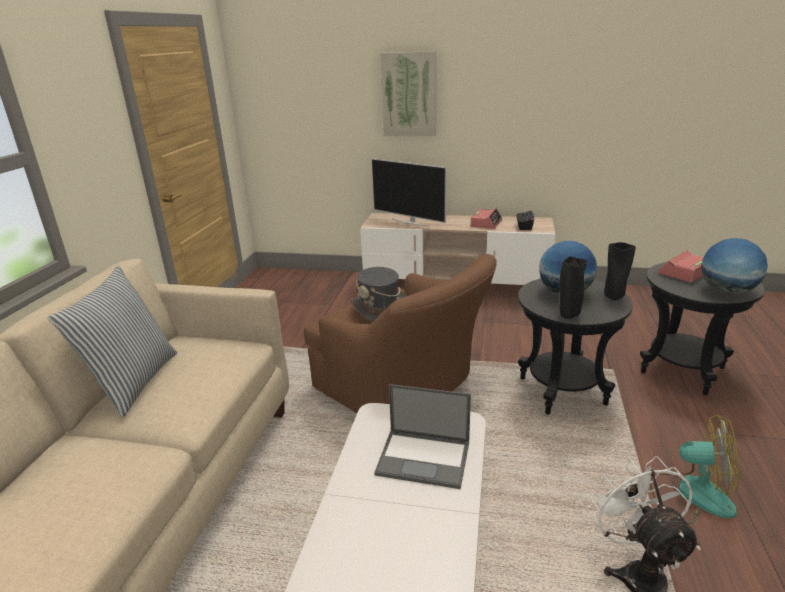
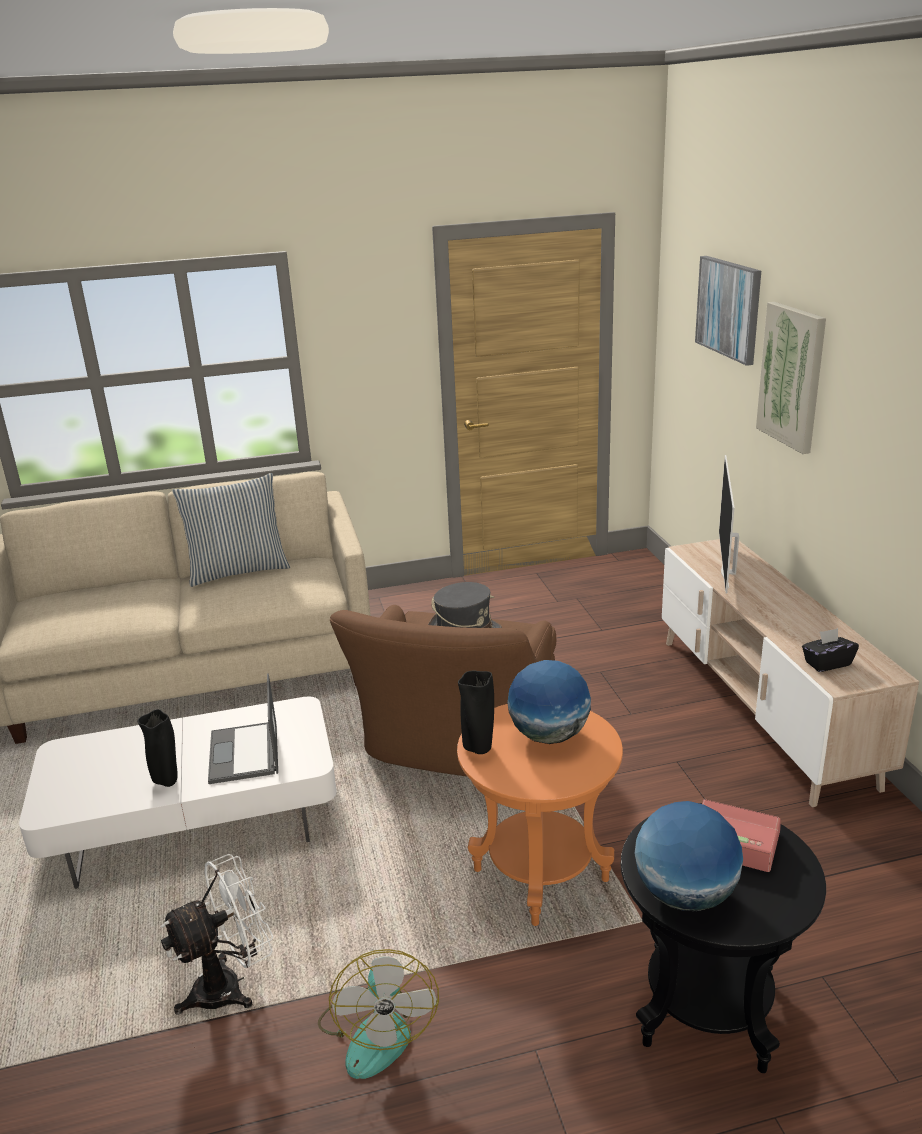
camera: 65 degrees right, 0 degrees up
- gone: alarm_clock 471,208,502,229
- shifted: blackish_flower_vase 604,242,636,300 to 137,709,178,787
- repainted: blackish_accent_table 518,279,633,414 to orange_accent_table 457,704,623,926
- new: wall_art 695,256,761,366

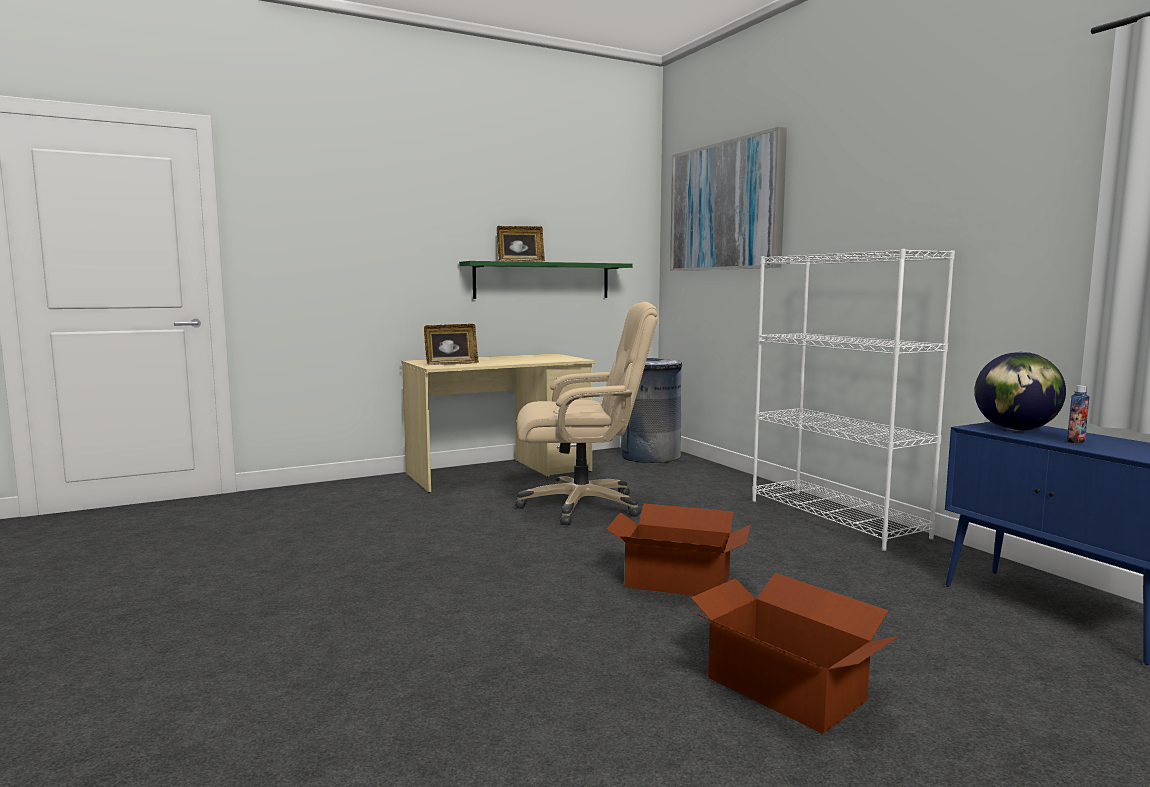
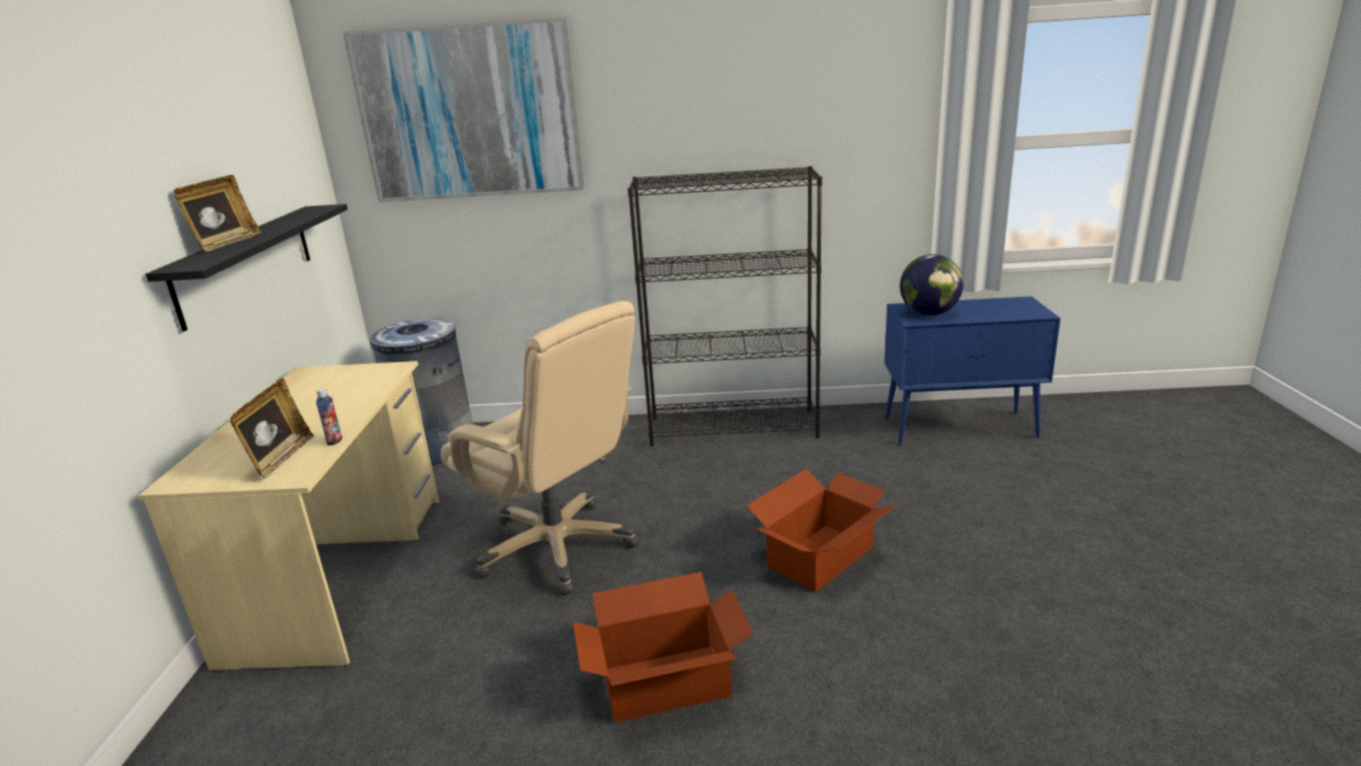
camera: 60 degrees left, 15 degrees up
- repainted: white_bookcase 752,249,955,551 to blackish_bookcase 628,166,822,446
- repainted: green-coloured_bracket_shelf 459,261,632,299 to blackish_bracket_shelf 145,204,348,332
- rotated: sand-coloured_desk_chair 515,302,658,525 = 441,301,638,595 105 degrees clockwise
- shifted: beverage_bottle 1067,385,1090,443 to 316,388,342,446
- shifted: cardboard_box 690,573,899,734 to 573,572,753,723

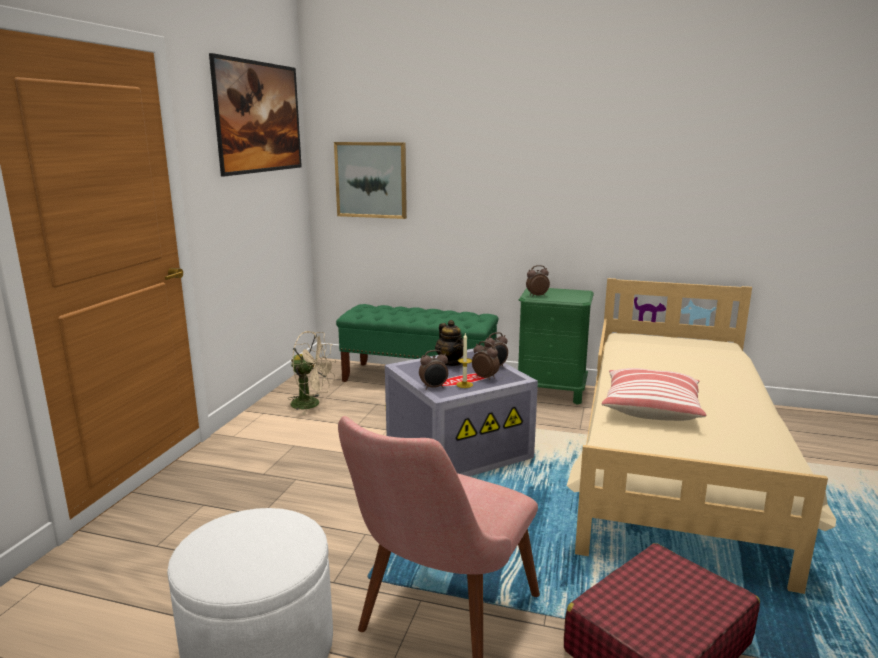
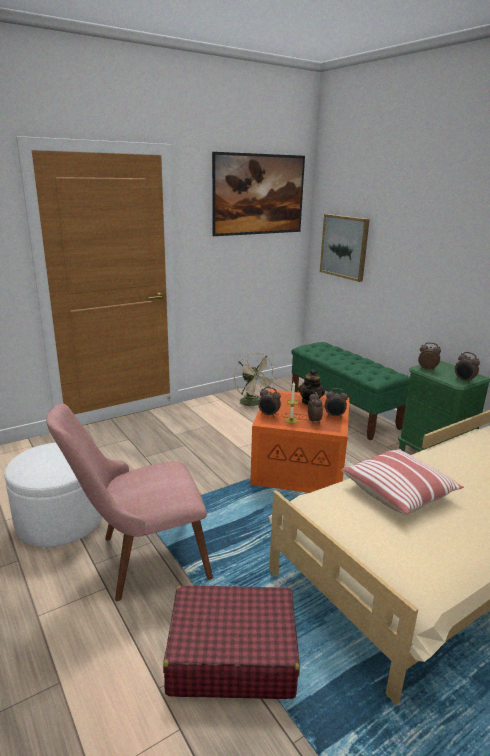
camera: 40 degrees right, 5 degrees up
- repainted: greyish_storage_container 385,348,538,476 to orange_storage_container 250,389,349,493
- new: alarm_clock 455,352,480,383

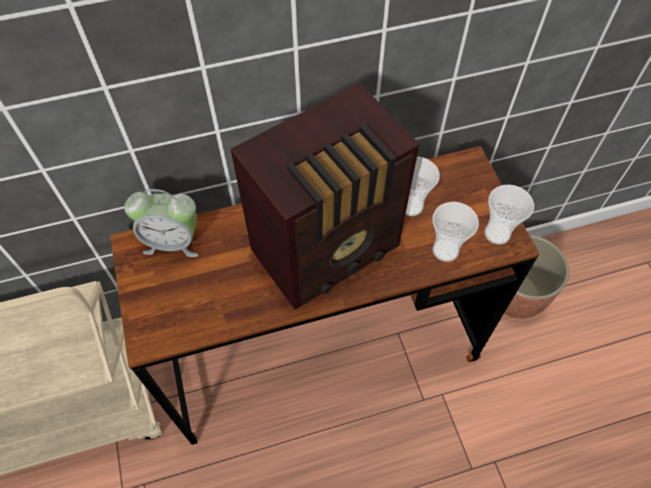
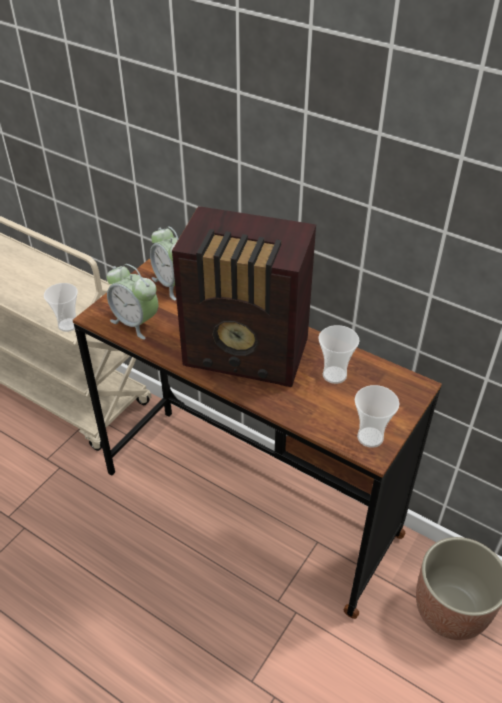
camera: 50 degrees right, 15 degrees down
- shifted: drinking_cup 432,202,479,262 to 44,283,78,332
- new: alarm_clock 107,264,158,340

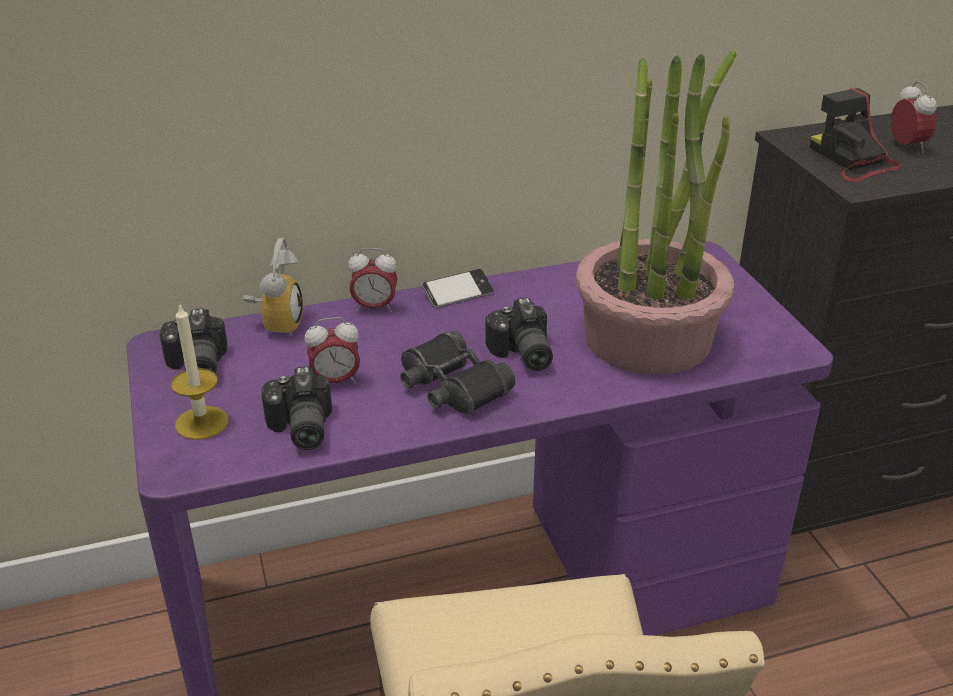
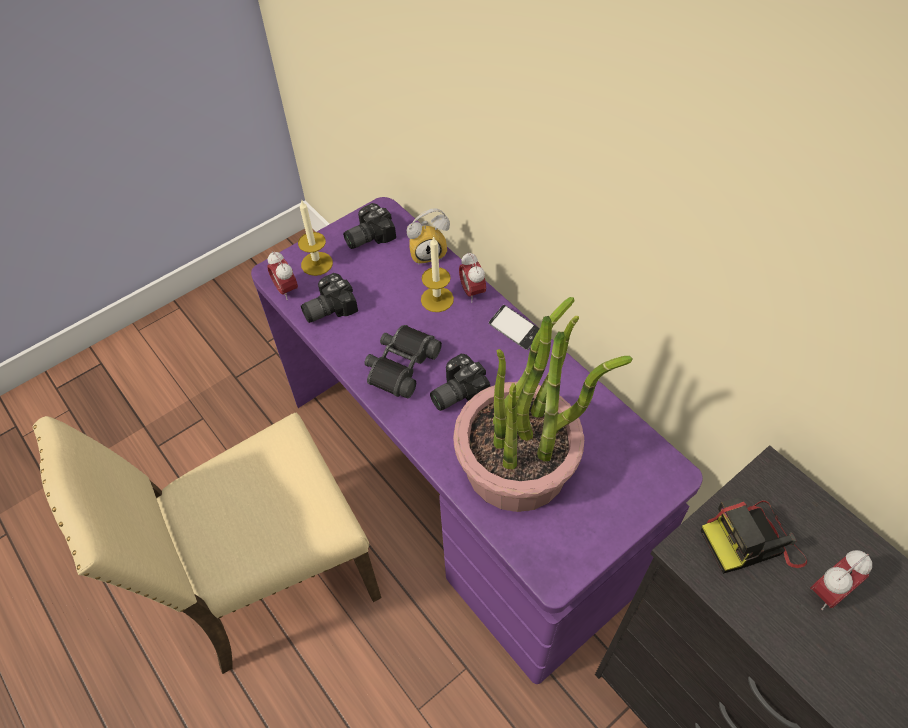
camera: 70 degrees right, 20 degrees up
- rotated: photo_camera 810,88,901,182 = 701,498,807,574 150 degrees counterclockwise
- shifted: alarm_clock 305,317,360,384 to 267,251,298,300
- new: wax_light 421,236,454,312

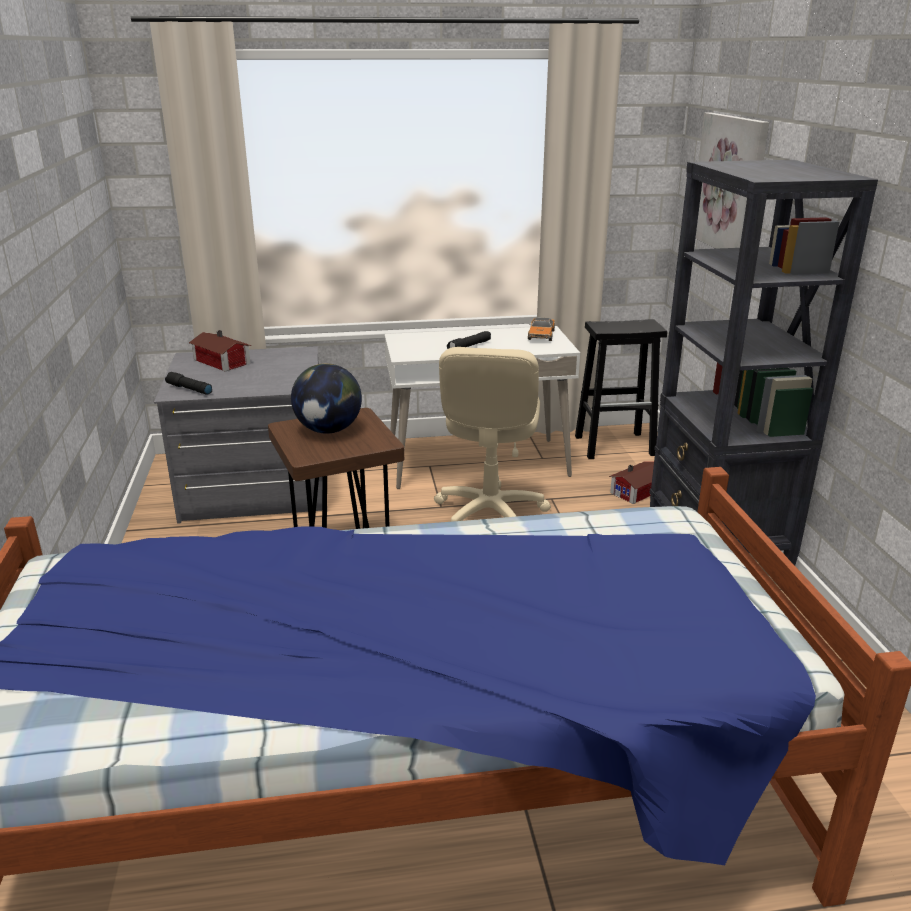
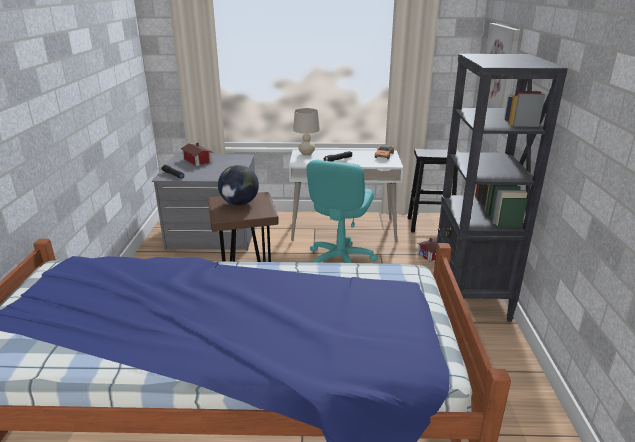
camera: 10 degrees right, 0 degrees up
- repainted: sand-coloured_desk_chair 434,347,551,522 to blue-green_desk_chair 306,160,378,263
- new: sand-coloured_tabletop_lamp 293,108,320,156

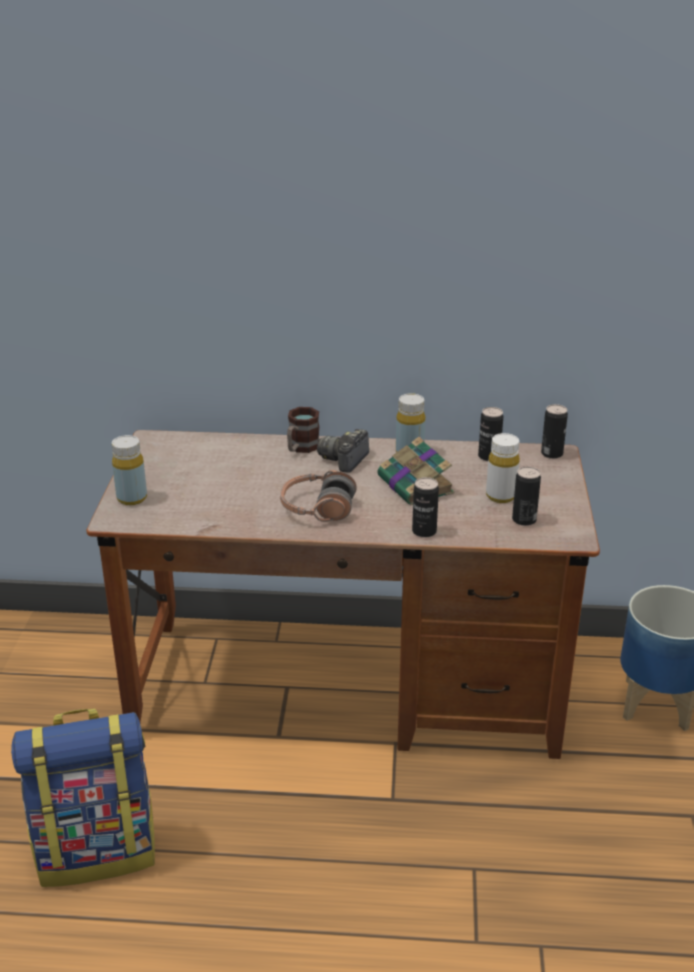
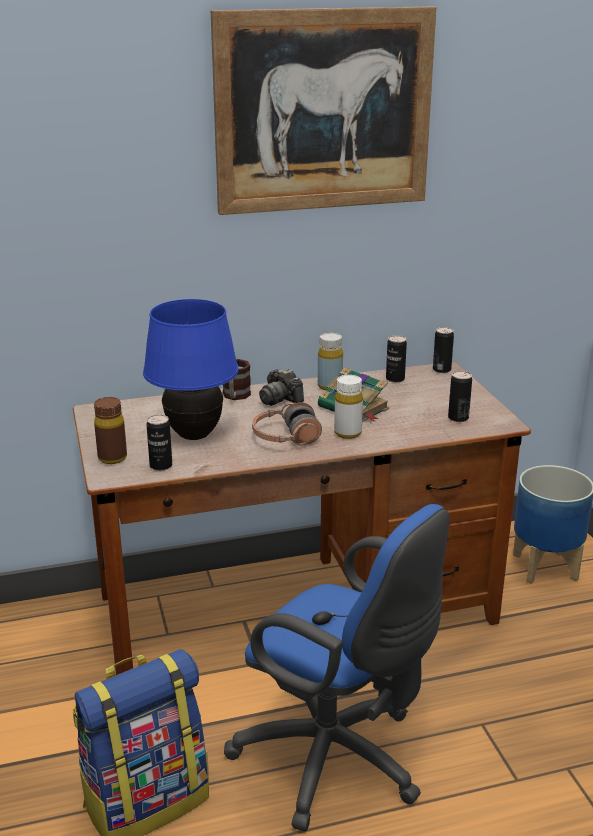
camera: 20 degrees left, 5 degrees down
- rotated: photo_camera 317,429,369,472 = 259,369,304,406 45 degrees counterclockwise
- shifted: white_beverage_bottle 486,433,520,503 to 334,375,363,439
- repainted: yellow-coloured_beverage_bottle 112,435,147,505 to brown-coloured_beverage_bottle 94,397,127,464
- shifted: can 412,477,439,538 to 146,414,172,471
- new: wall_art 211,7,436,215
- new: blue-coloured_tabletop_lamp 143,299,239,440
- new: blue-coloured_desk_chair 224,504,450,831

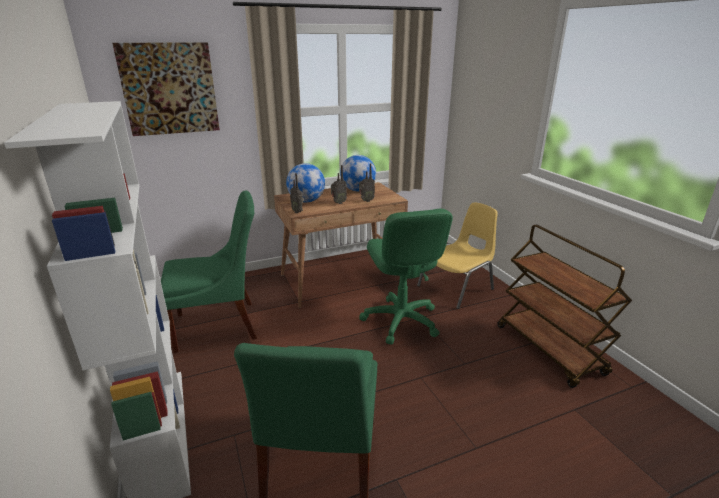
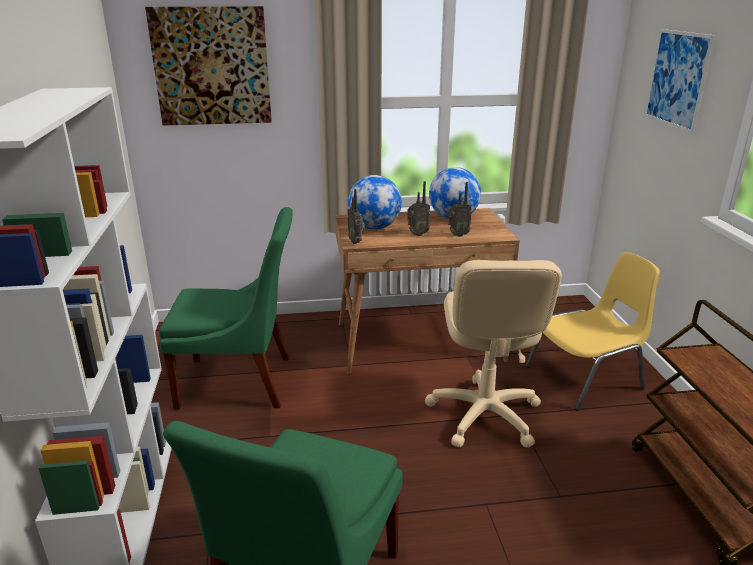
camera: 15 degrees right, 0 degrees up
- repainted: green-coloured_desk_chair 359,209,453,345 to sand-coloured_desk_chair 425,260,562,448
- new: wall_art 644,29,715,133

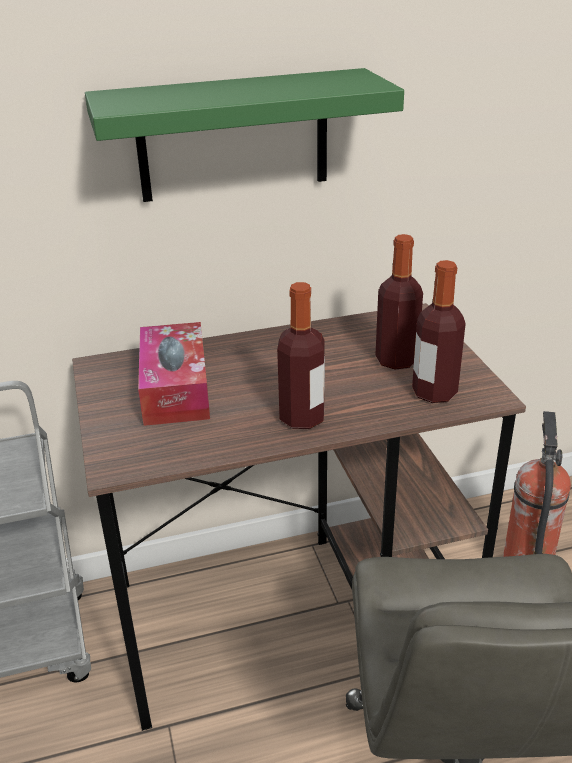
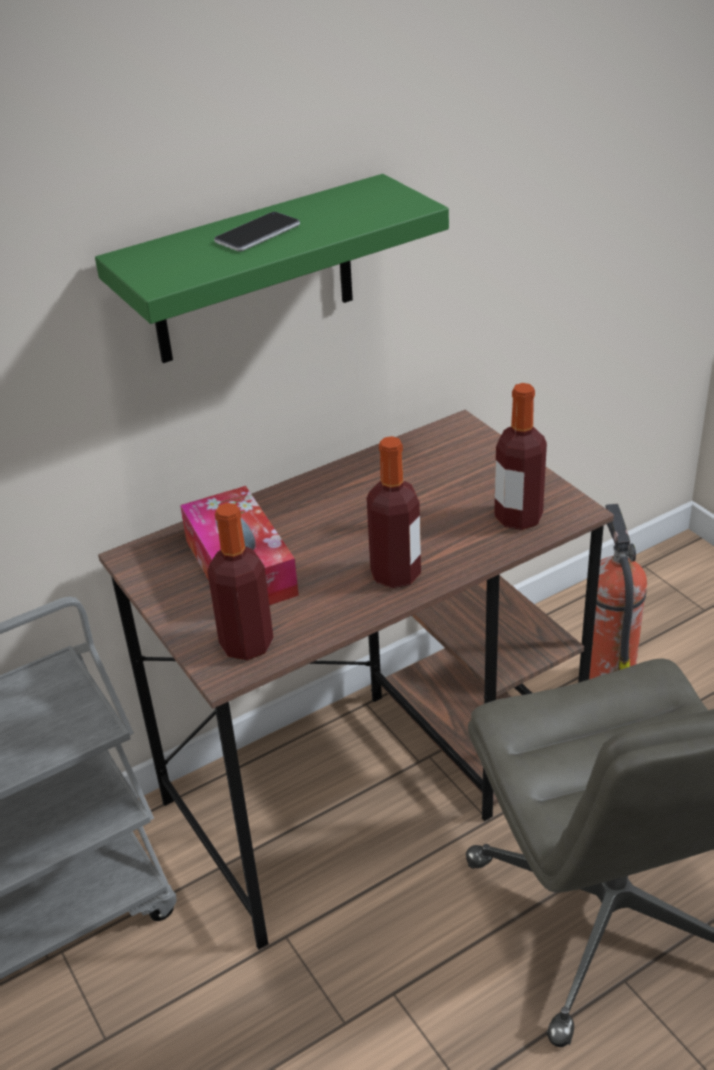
camera: 15 degrees left, 5 degrees up
- shifted: beverage_bottle 375,234,423,370 to 207,503,273,660
- new: telephone 214,212,300,251

